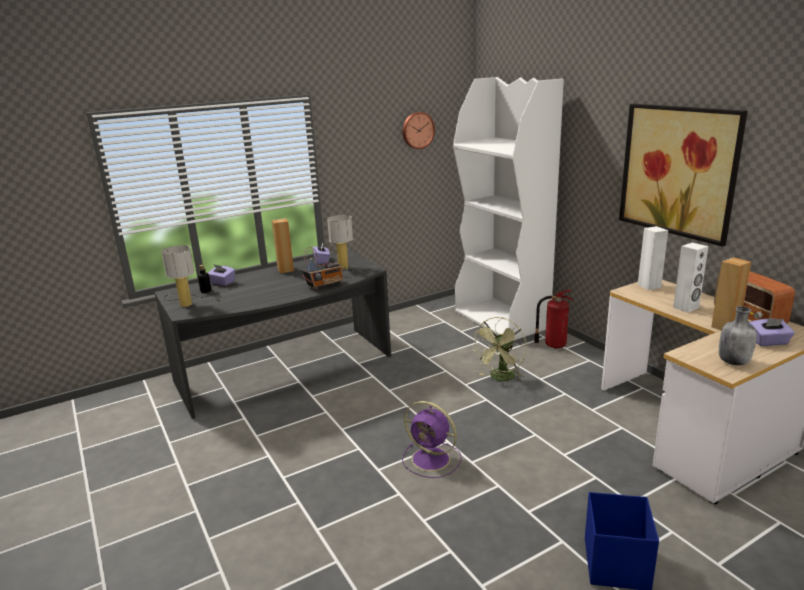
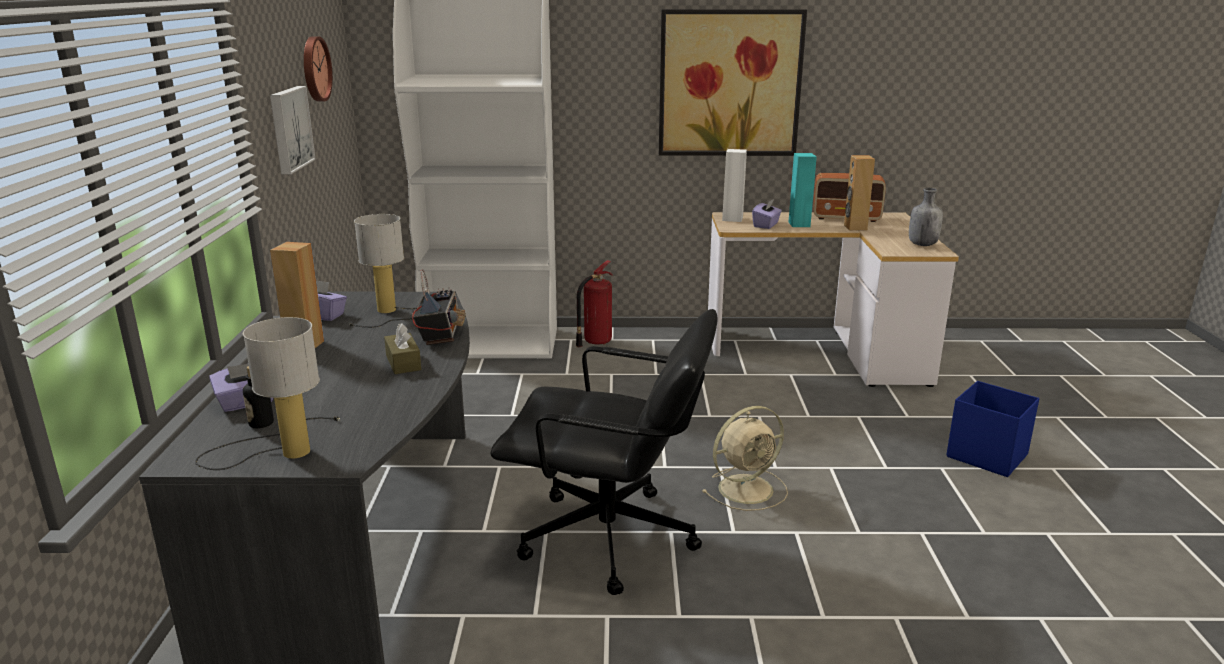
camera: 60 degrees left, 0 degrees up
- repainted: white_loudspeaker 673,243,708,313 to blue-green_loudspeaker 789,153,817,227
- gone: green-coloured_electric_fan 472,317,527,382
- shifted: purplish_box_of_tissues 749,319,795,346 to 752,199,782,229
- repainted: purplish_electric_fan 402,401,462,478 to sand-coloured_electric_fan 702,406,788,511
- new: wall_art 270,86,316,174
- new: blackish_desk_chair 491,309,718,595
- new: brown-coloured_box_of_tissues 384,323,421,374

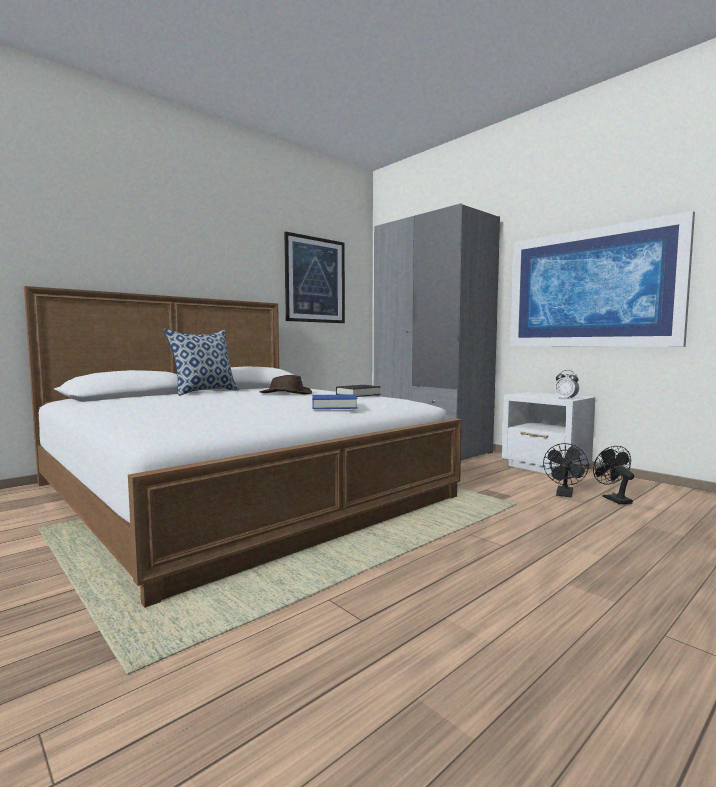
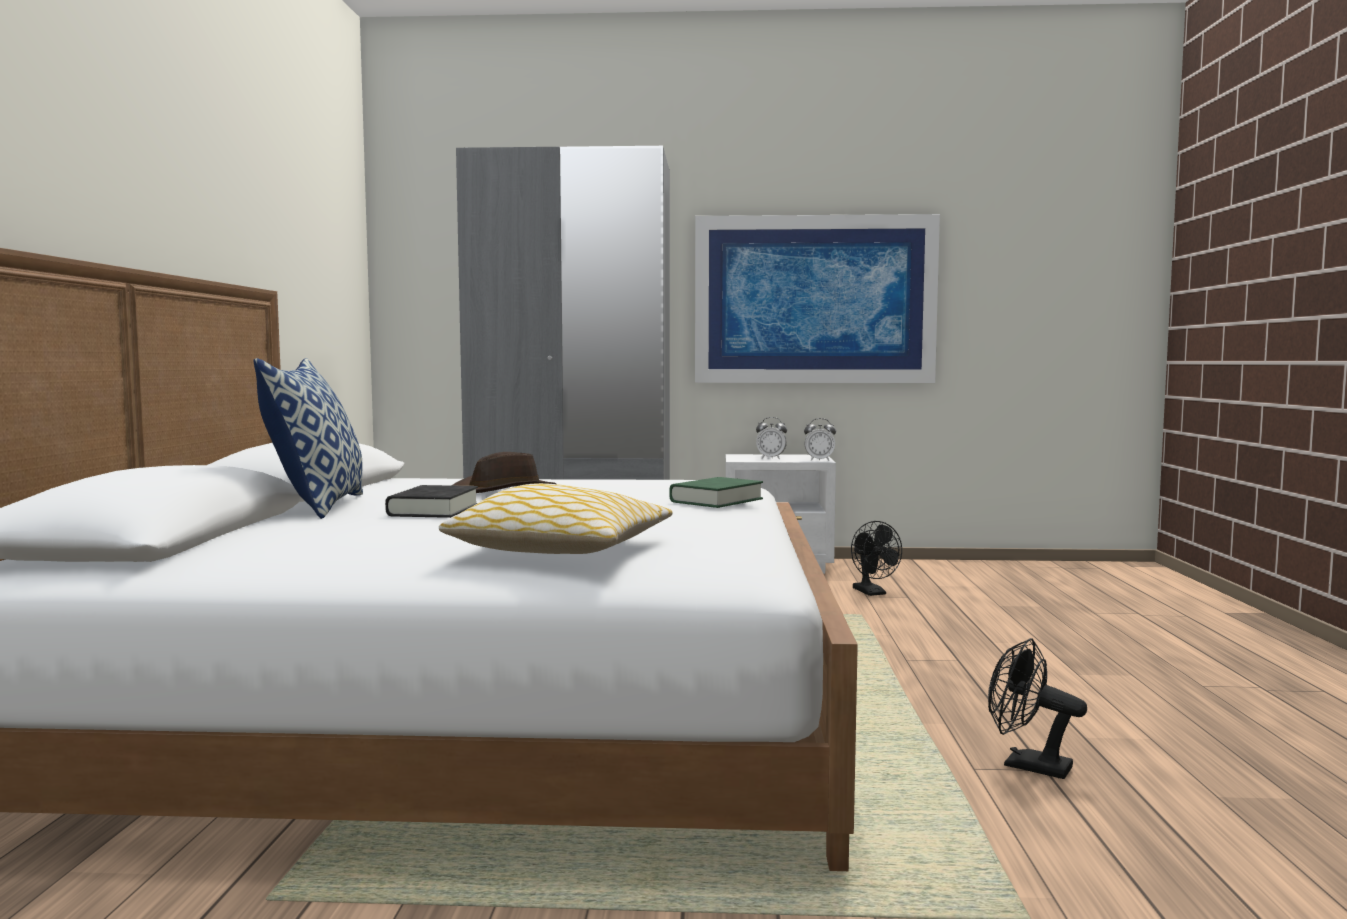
camera: 45 degrees left, 0 degrees up
- gone: wall_art 284,232,345,323
- shifted: blackish_book 336,385,381,397 to 385,485,478,518
- repainted: blue-coloured_book 312,394,358,409 to green-coloured_book 670,477,763,508
- shifted: blackish_electric_fan 593,446,634,504 to 988,638,1087,779
- new: alarm_clock 756,417,787,459
- new: pillow 439,483,673,554

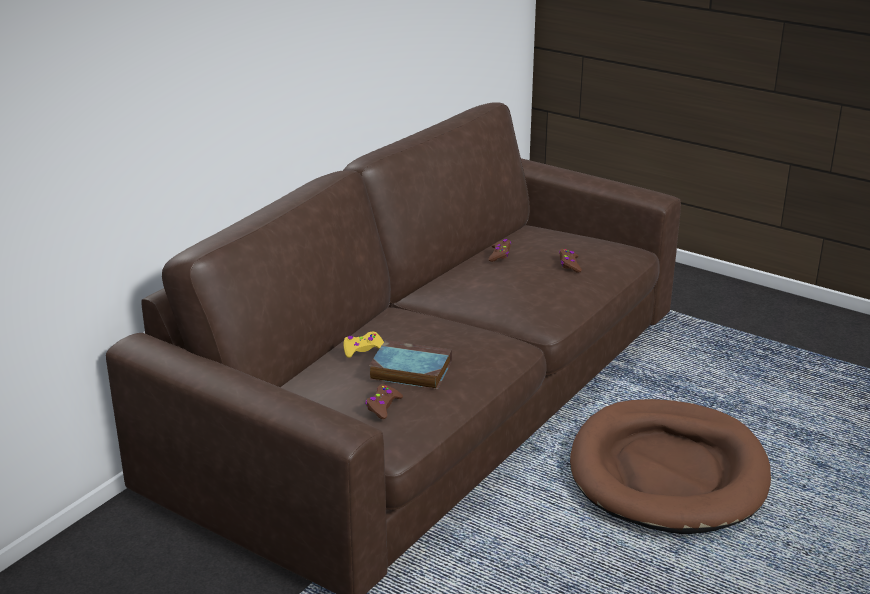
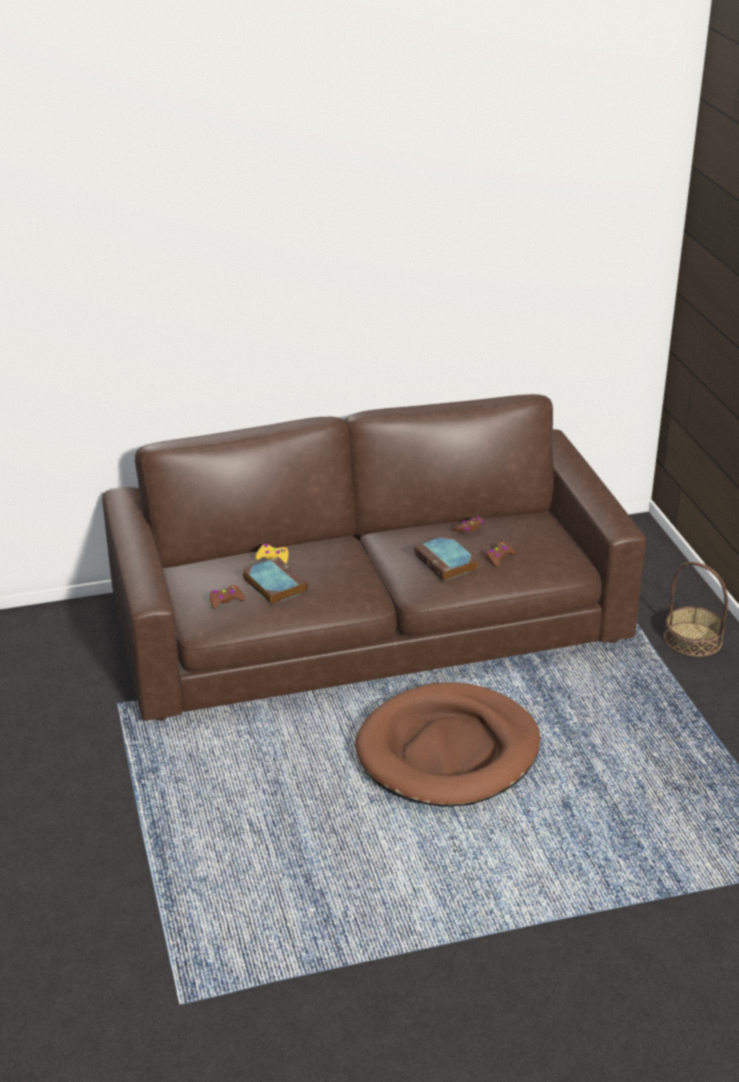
camera: 40 degrees right, 5 degrees up
- new: book 414,535,478,581
- new: basket 664,562,728,657

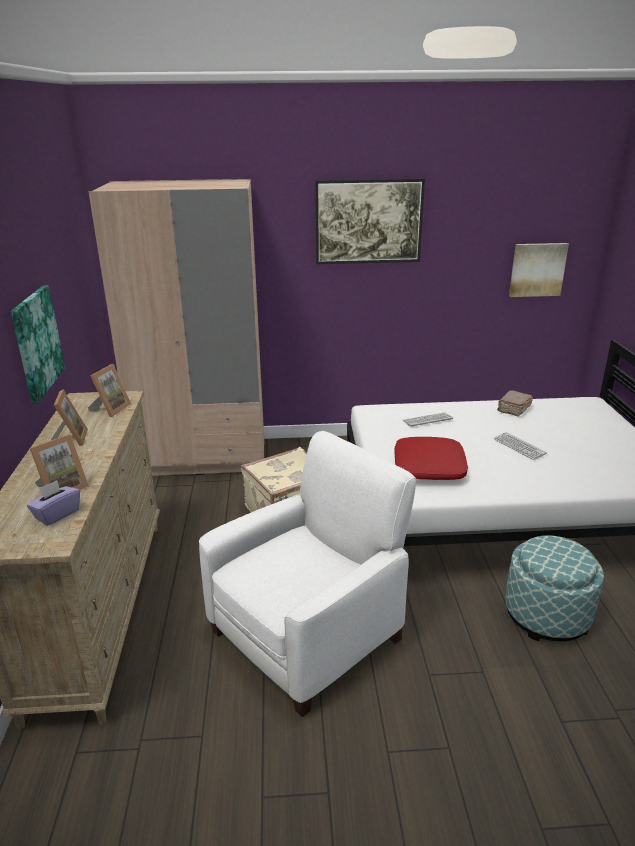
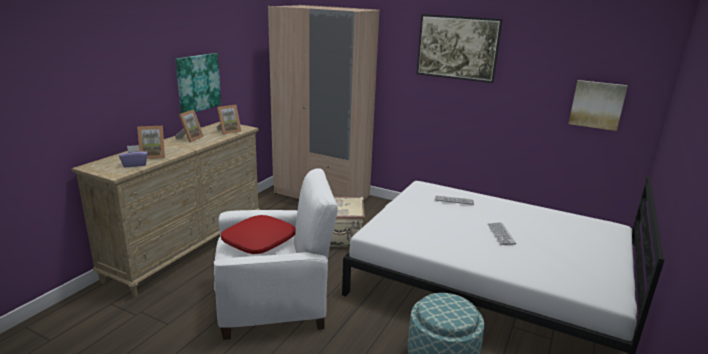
camera: 30 degrees right, 5 degrees down
- gone: brown-coloured_book 497,390,533,417
- shifted: red-coloured_pillow 395,437,468,480 to 221,215,296,254

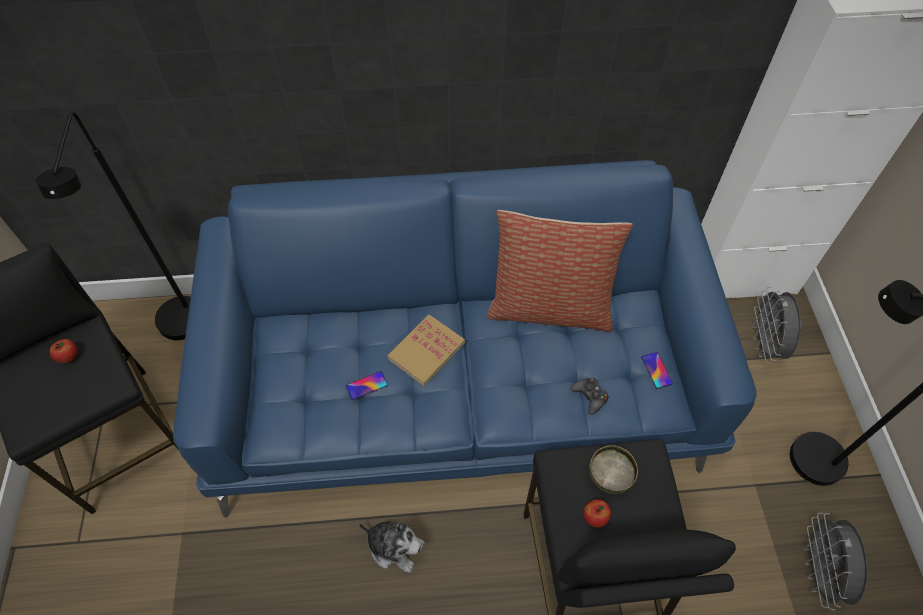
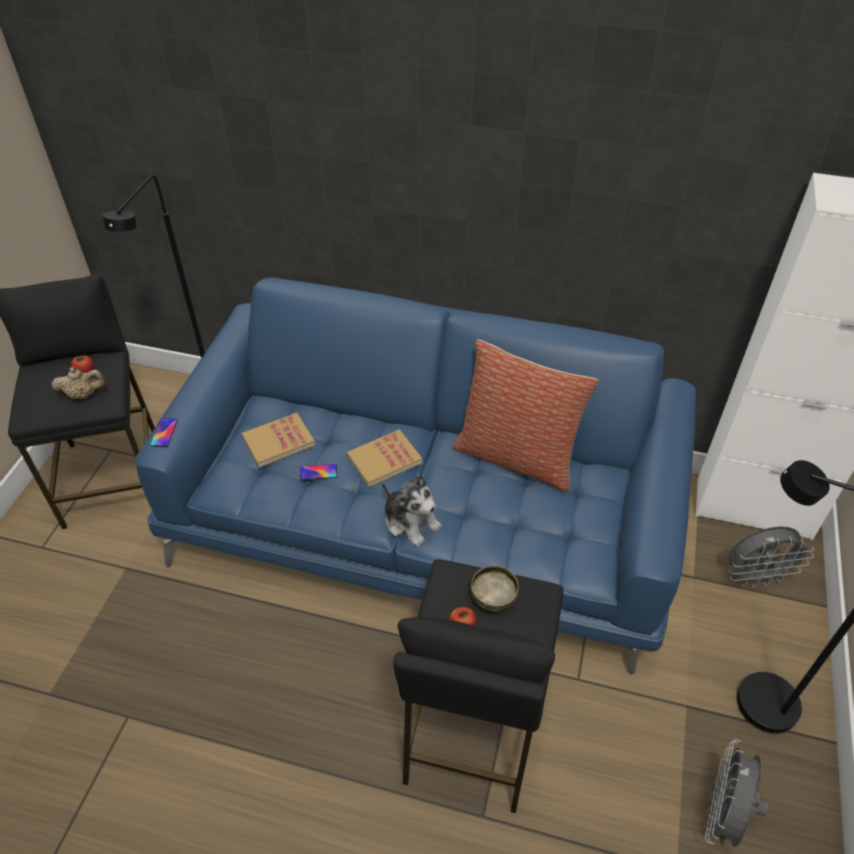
camera: 20 degrees right, 10 degrees down
- rotated: greyish_electric_fan 752,287,803,363 = 728,527,814,588 120 degrees counterclockwise
- shifted: telephone 641,352,673,389 to 150,418,178,447
- gone: blackish_gamepad 570,377,608,415
- shifted: soft_toy 358,522,425,573 to 382,474,442,547
- new: sand-coloured_pot_for_tea 52,367,106,399
- new: book 242,413,315,468

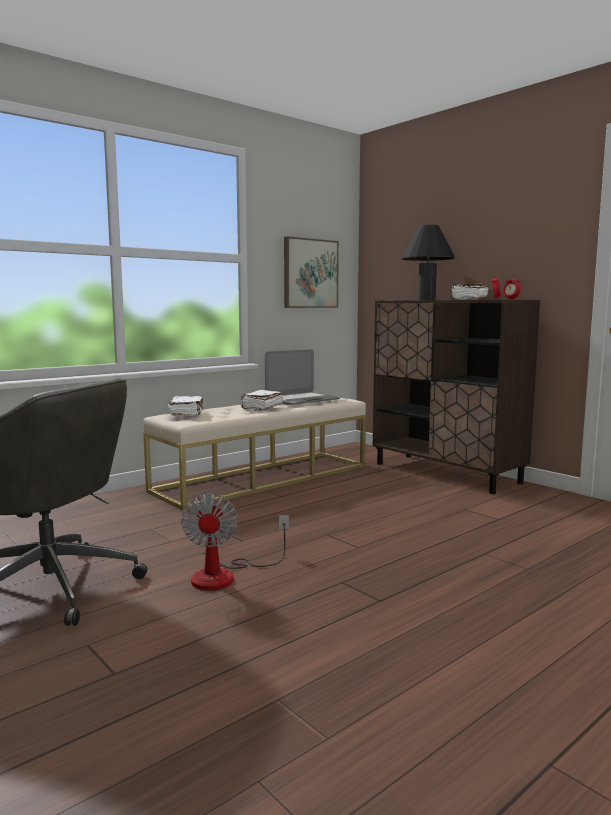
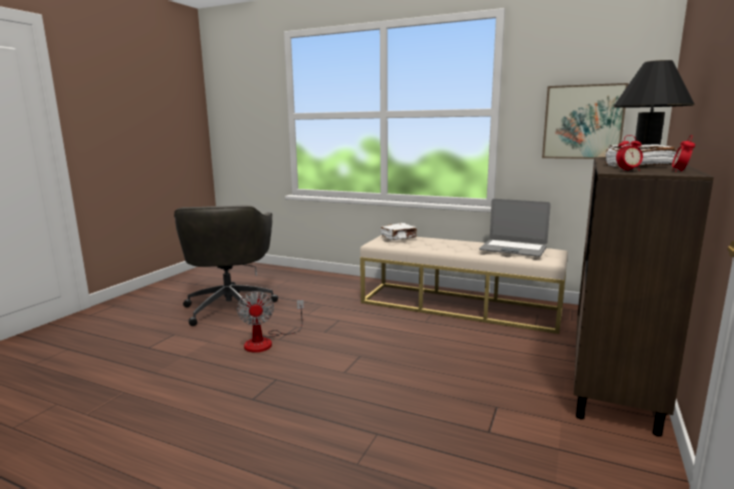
camera: 65 degrees right, 5 degrees up
- gone: white_book 241,390,283,411
- rotated: electric_fan 181,493,289,590 = 237,291,304,352 75 degrees counterclockwise

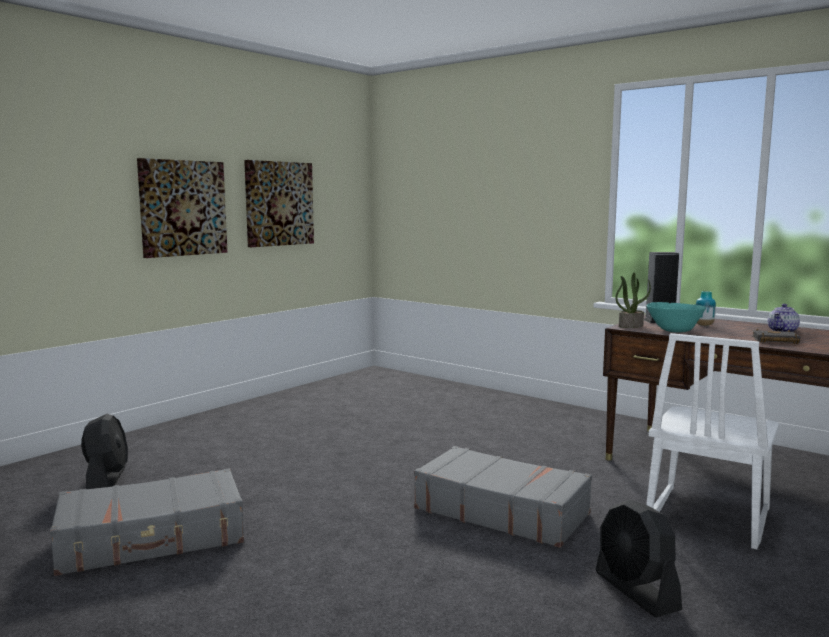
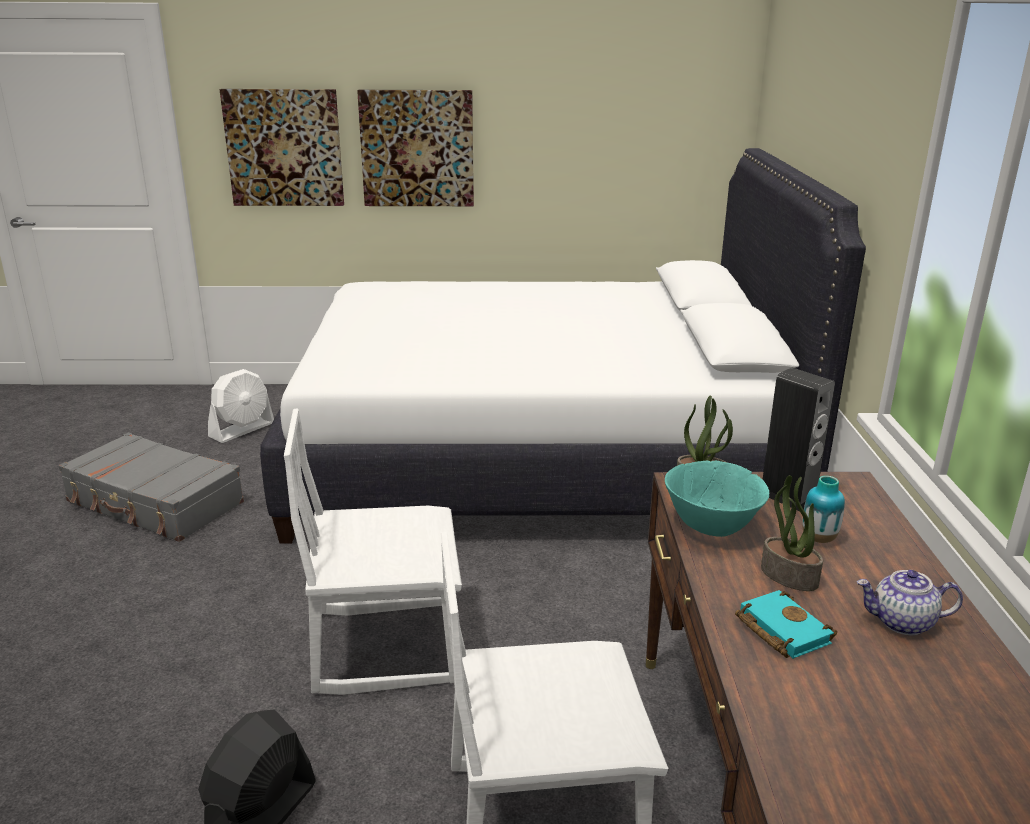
camera: 50 degrees right, 15 degrees up
- shifted: wall_art 244,160,314,247 to 220,89,344,206
- repainted: blackish_book 752,328,800,344 to blue-green_book 735,590,837,659
- repainted: blackish_electric_fan 81,414,128,489 to white_electric_fan 208,369,274,443
- swapped: greyish_piece_of_luggage 414,446,592,548 to white_upright_chair 284,408,462,695
- new: white_bedroom_bed 260,148,866,543
- new: houseplant 761,475,823,591

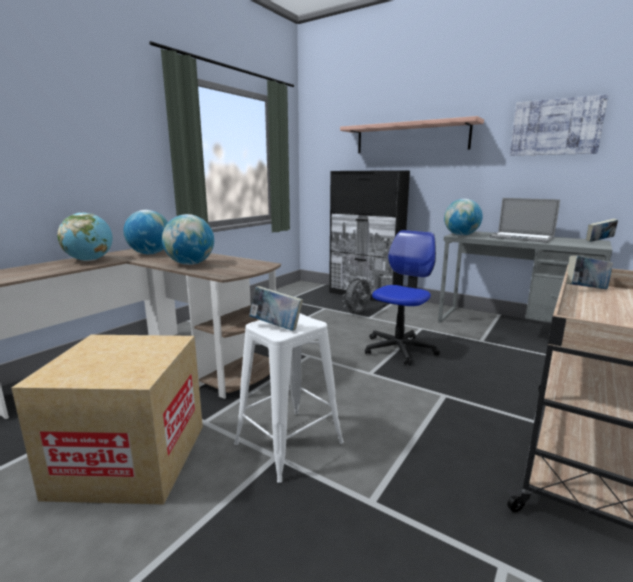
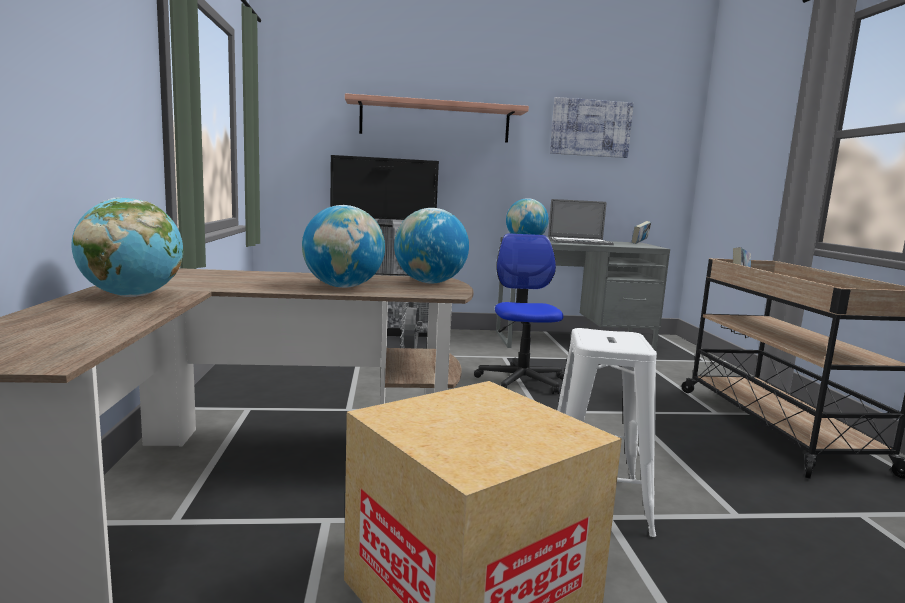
camera: 40 degrees left, 5 degrees down
- shifted: world_globe 124,210,168,254 to 394,208,469,283
- gone: book 249,286,303,331

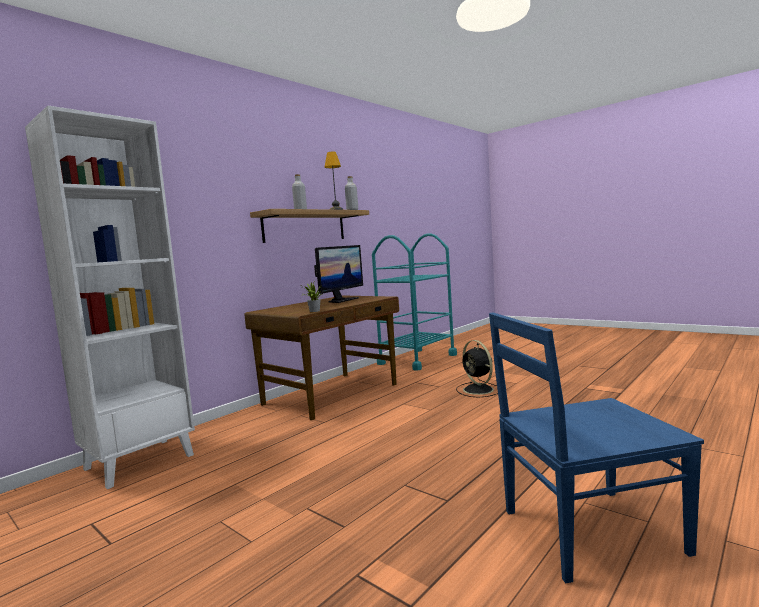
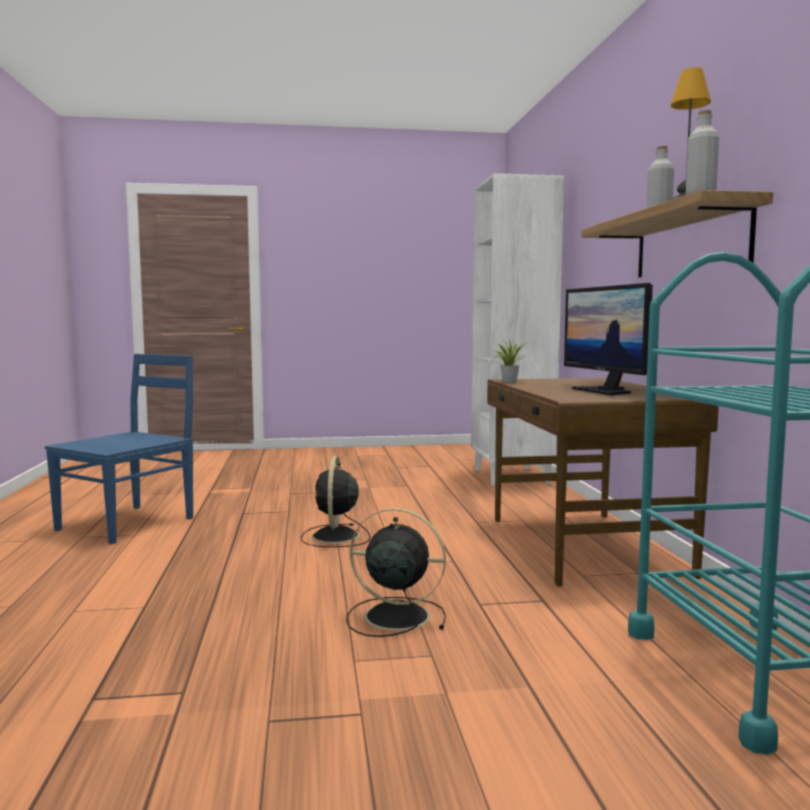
camera: 130 degrees right, 0 degrees up
- new: blackish_electric_fan 301,456,370,547

